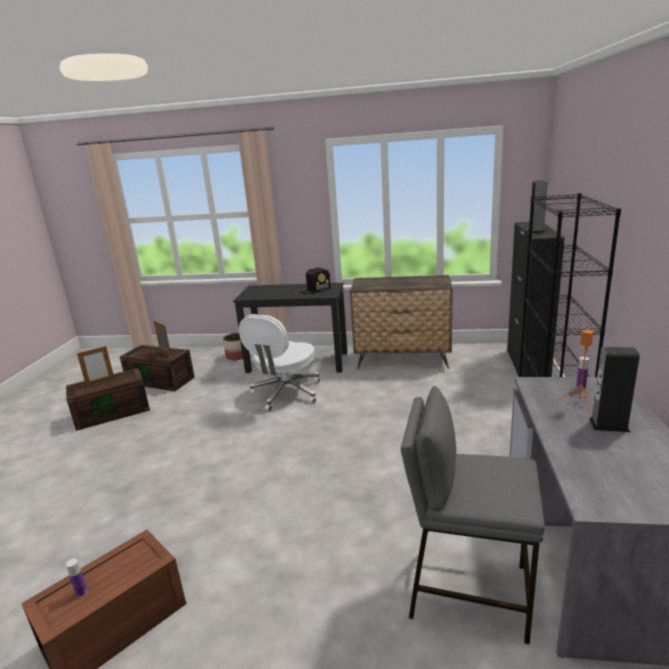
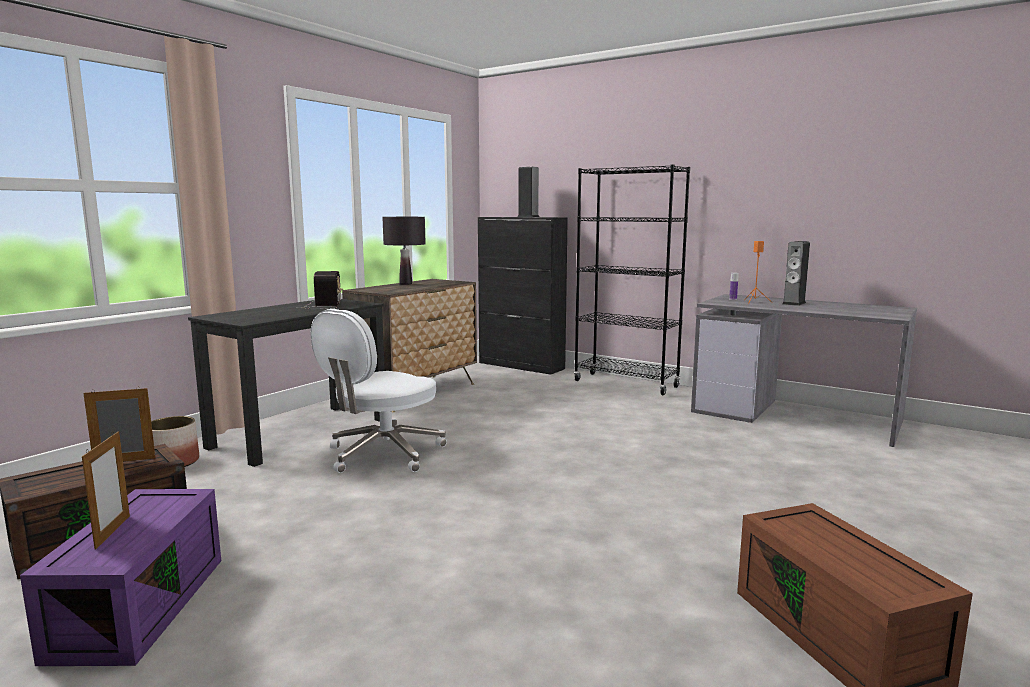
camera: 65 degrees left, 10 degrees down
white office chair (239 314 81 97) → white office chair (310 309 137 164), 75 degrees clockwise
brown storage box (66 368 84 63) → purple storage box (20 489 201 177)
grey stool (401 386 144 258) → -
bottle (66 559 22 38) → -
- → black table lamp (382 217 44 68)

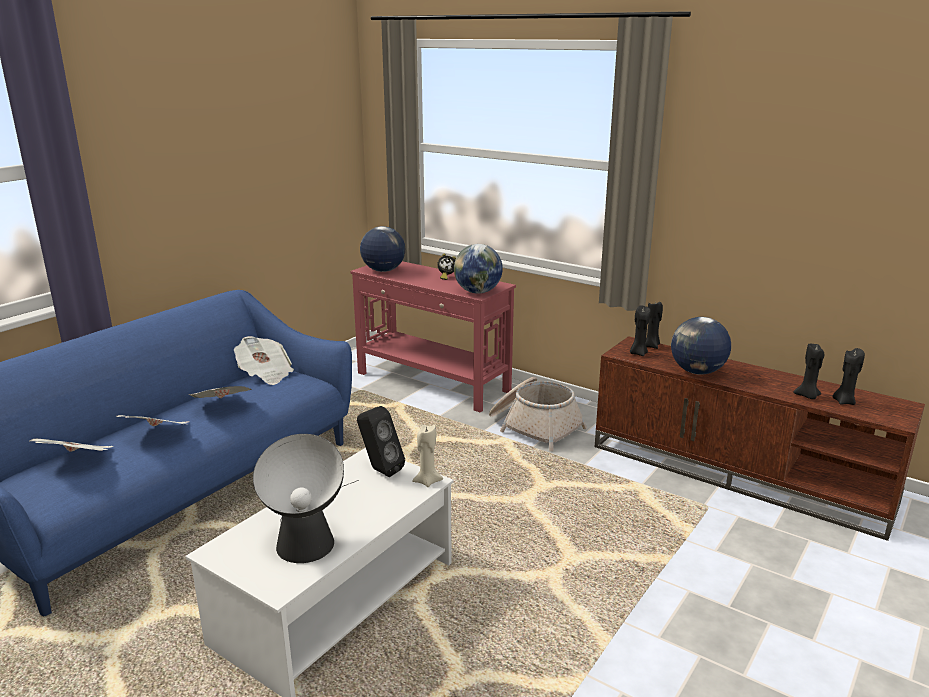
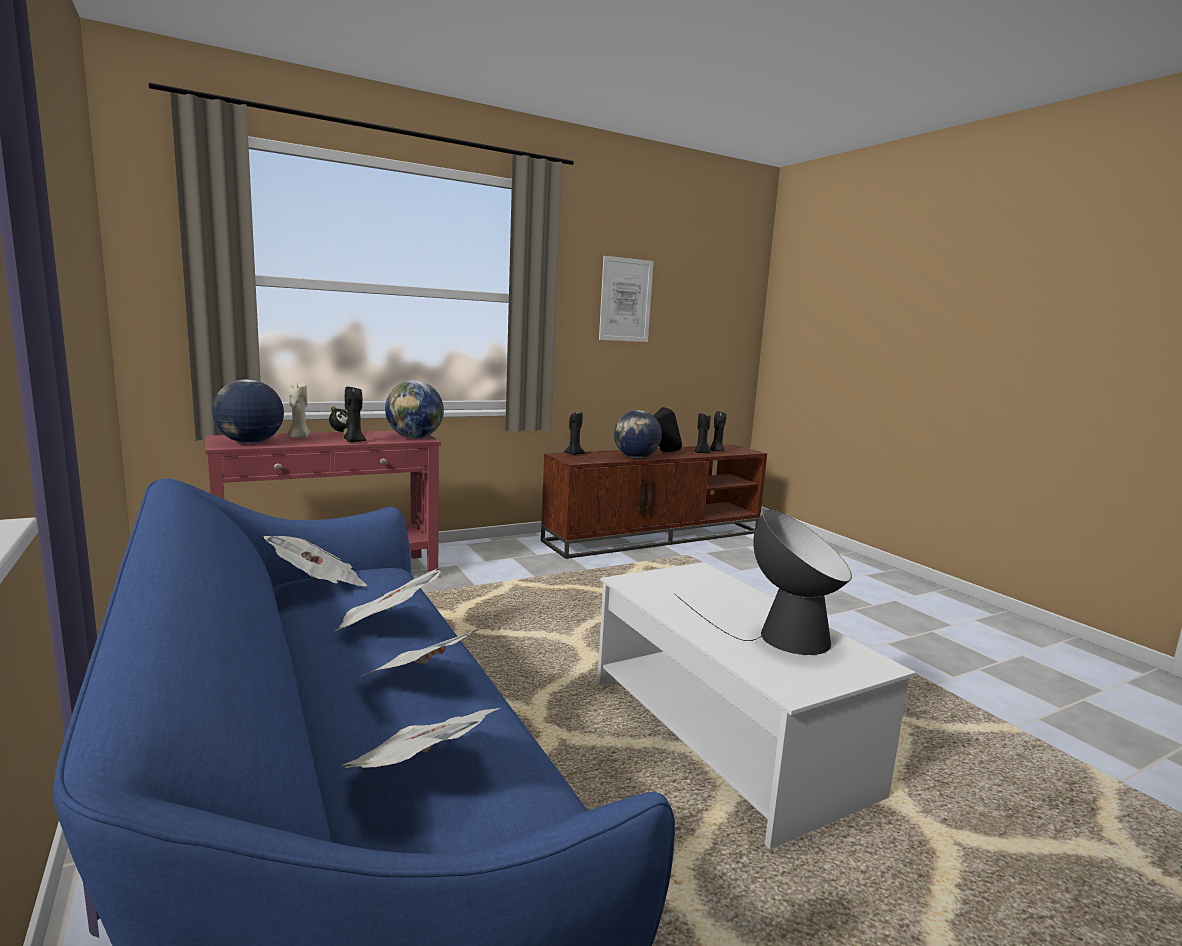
camera: 65 degrees left, 10 degrees down
black candle (630 305 21 51) → black candle (344 386 22 56), shifted
basket (489 377 98 74) → -
black speaker (357 406 48 71) → black speaker (653 407 29 45), shifted
beige candle (412 425 31 62) → beige candle (288 382 22 57), shifted
- → picture (599 256 55 86)

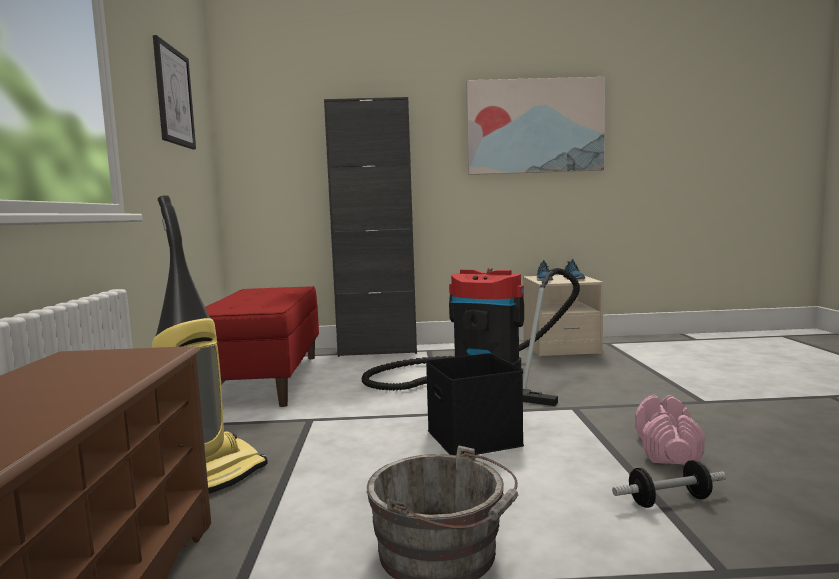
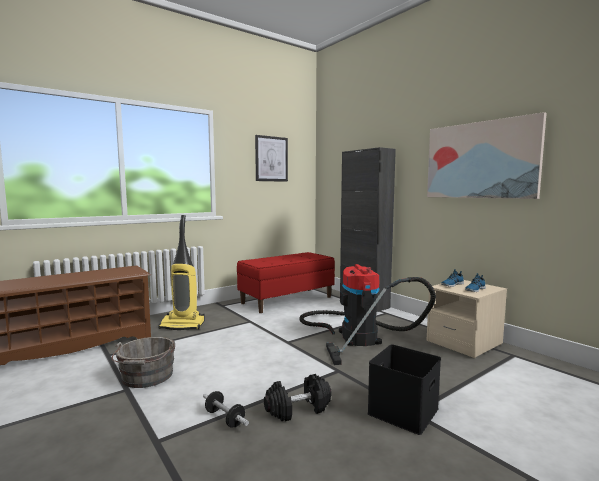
camera: 55 degrees right, 0 degrees up
black storage box (426 353 98 102) → black storage box (367 344 74 91), shifted
pink dumbbell (635 395 70 70) → black dumbbell (264 374 68 47)

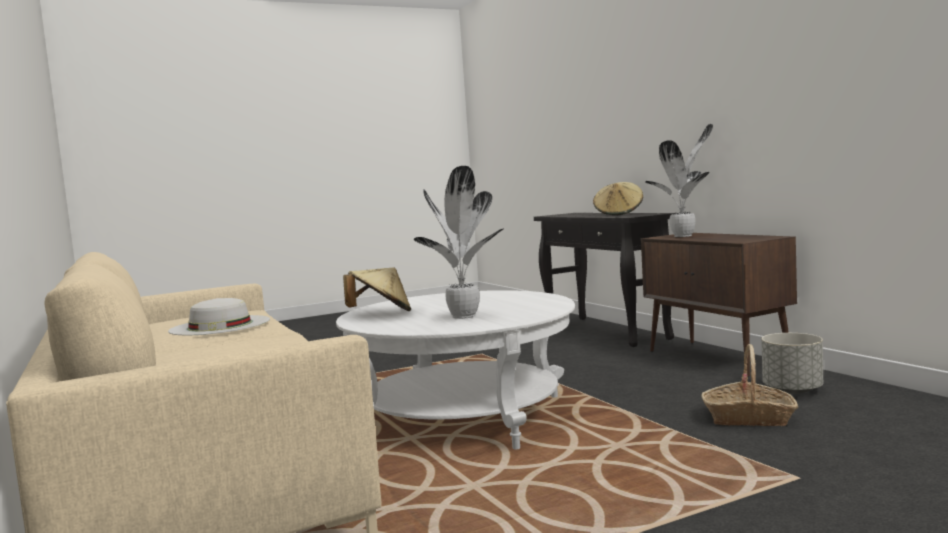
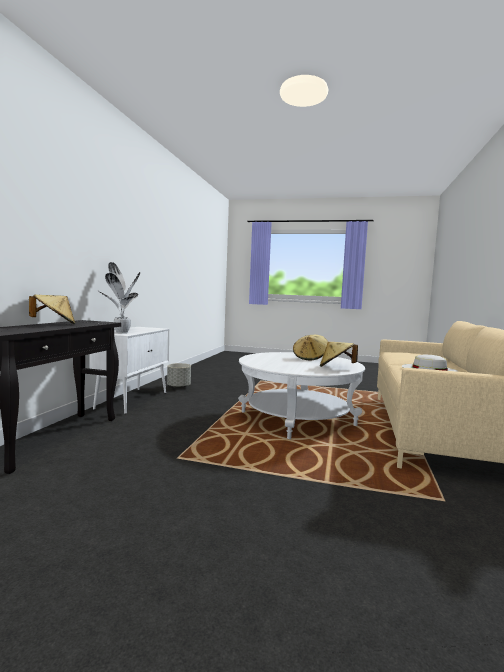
camera: 140 degrees left, 0 degrees up
potted plant (414 166 90 153) → beige hat (293 335 35 25)
brown cabinet (641 233 156 144) → white cabinet (90 327 80 87)
basket (701 344 98 82) → -

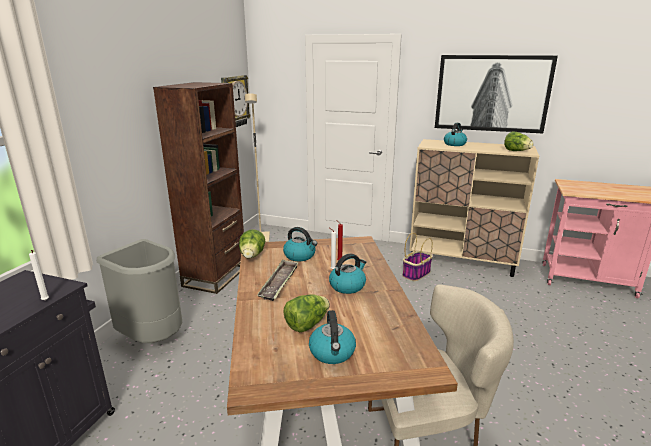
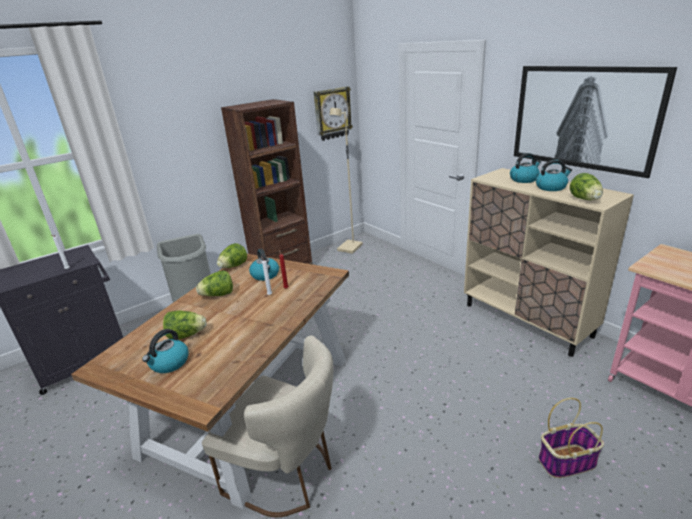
camera: 35 degrees right, 5 degrees up
basket (403 233 30 48) → basket (539 398 65 80), shifted
kettle (329 254 37 40) → kettle (536 160 36 31), shifted
tray (257 259 42 42) → lettuce (196 270 37 26)

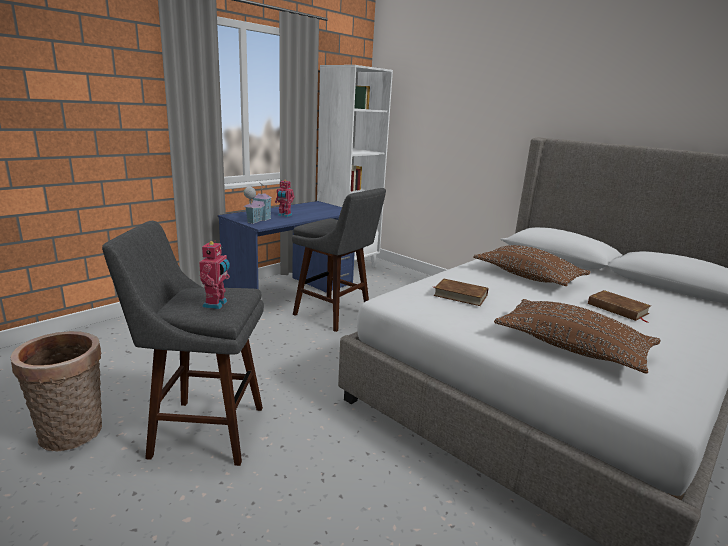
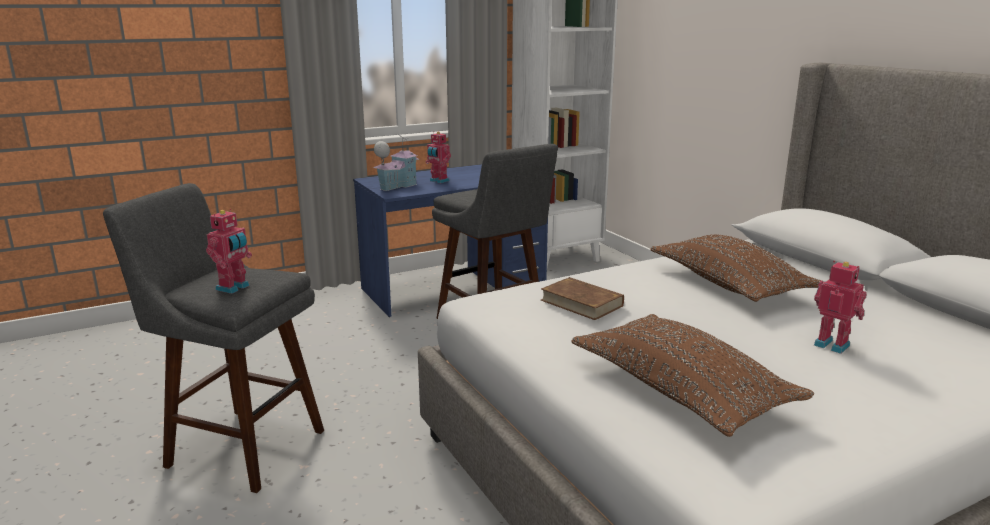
camera: 20 degrees right, 0 degrees up
brown book (588 290 63 33) → toy robot (814 261 53 93)
basket (11 331 91 120) → -

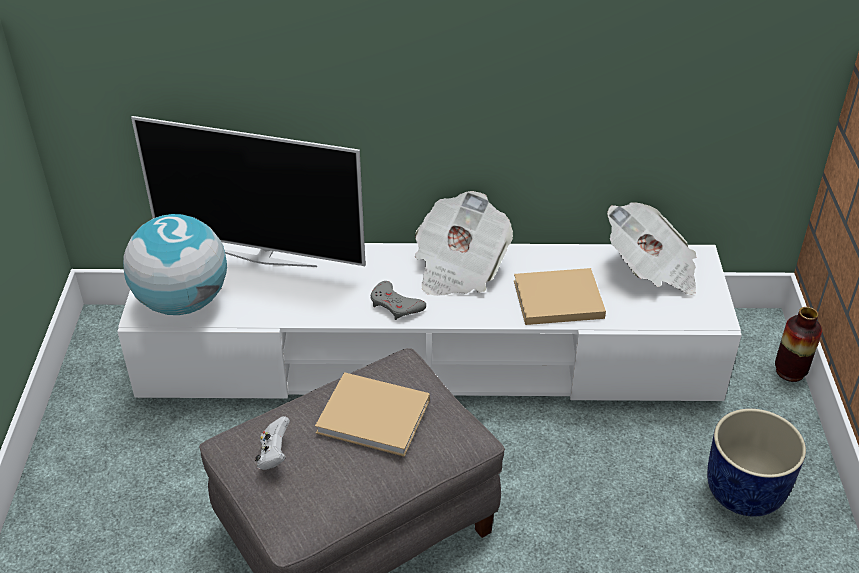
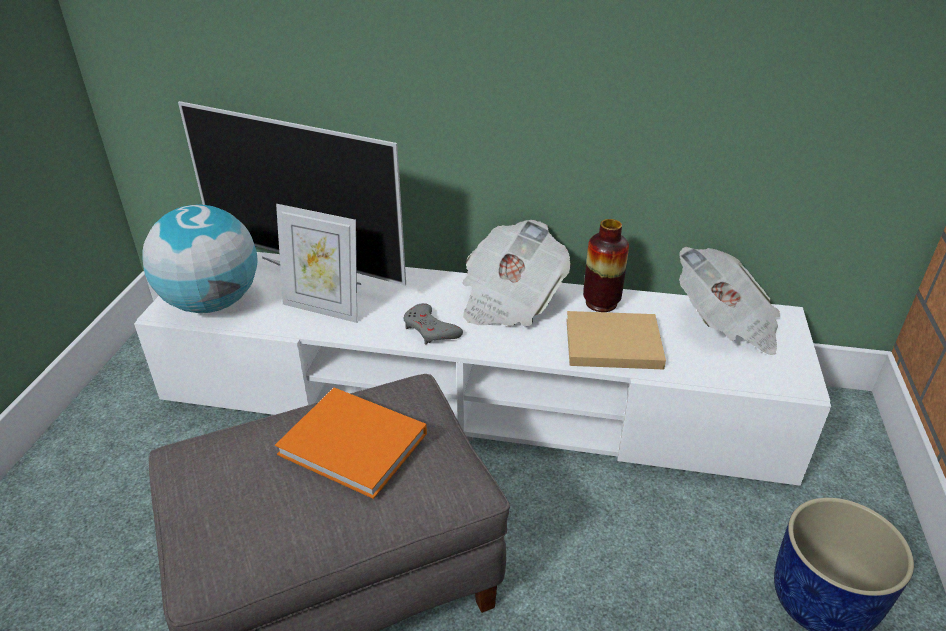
camera: 10 degrees right, 5 degrees down
vase (775 307 47 75) → vase (583 219 46 93), shifted
beige book (315 372 115 85) → orange book (275 387 152 112)
white game controller (255 416 35 54) → -
- → picture frame (276 204 81 119)

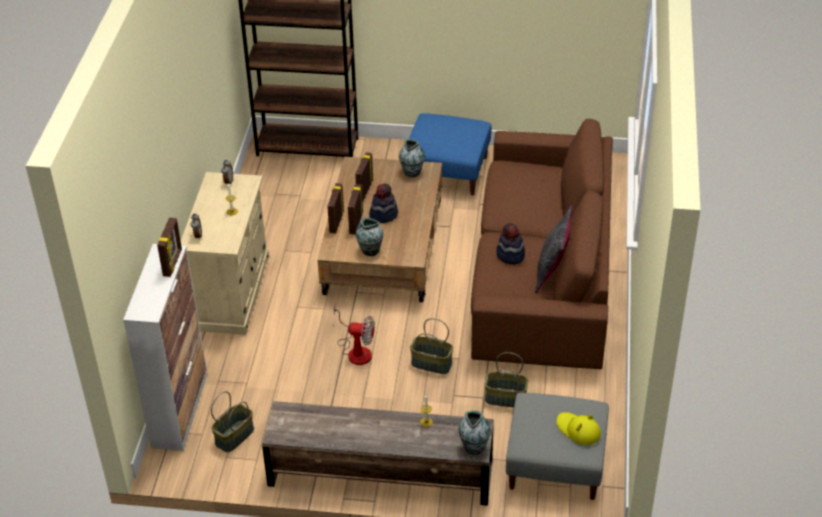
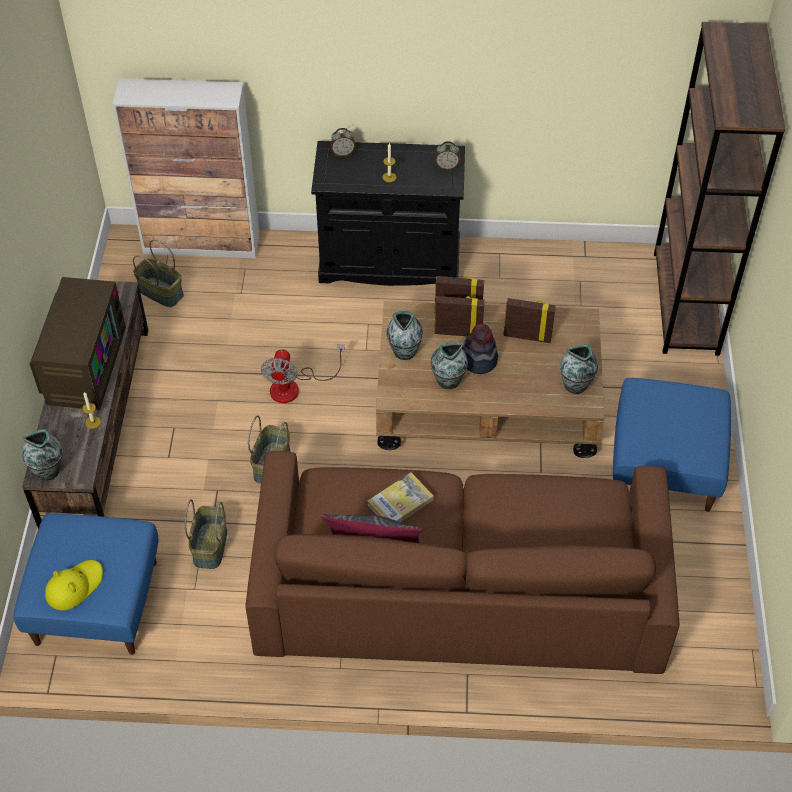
camera: 85 degrees right, 10 degrees up
beige cabinet (181 172 88 163) → black cabinet (311 141 154 145)
picture frame (157 217 25 60) → -
hat (497 223 28 41) → book (368 473 66 49)
grey ottoman (506 393 103 107) → blue ottoman (13 513 146 142)
- → television (30 277 96 133)
- → vase (431 342 37 47)

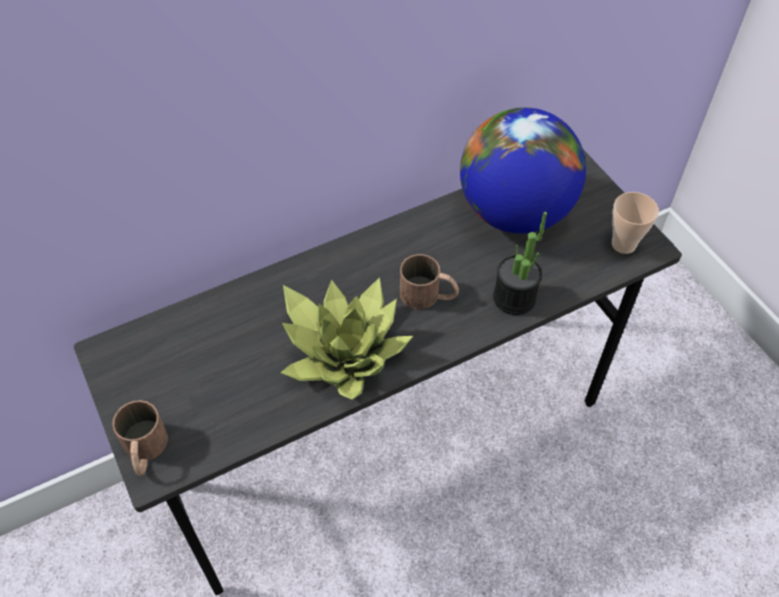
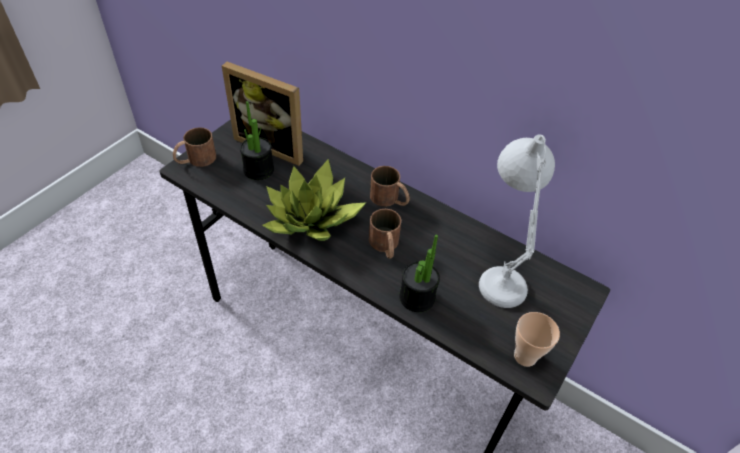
camera: 60 degrees right, 5 degrees down
globe (460 107 126 127) → white table lamp (479 134 76 174)
- → picture frame (222 62 81 104)
- → potted plant (240 101 34 79)
- → brown mug (370 166 40 41)

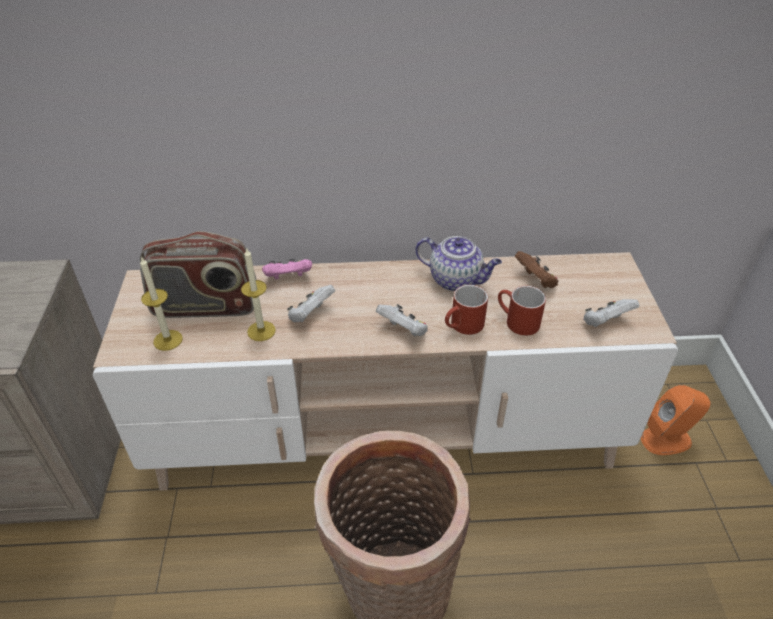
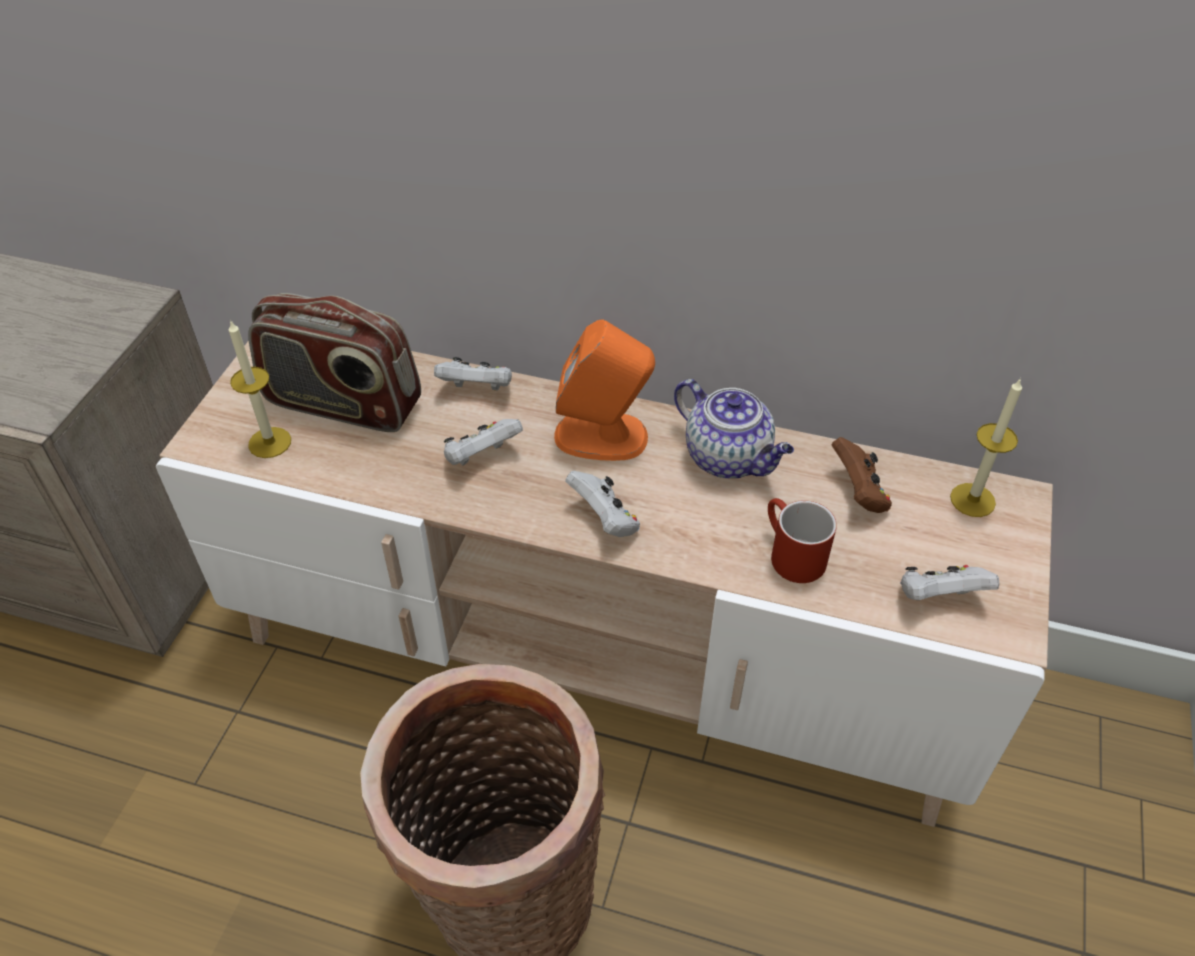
camera: 20 degrees right, 5 degrees up
candle (241 247 35 94) → candle (950 378 72 139), shifted
pink game controller (262 259 50 21) → white game controller (434 357 78 34)
red mug (445 285 43 50) → -
orange speaker (641 385 70 70) → orange speaker (554 319 101 142), shifted

